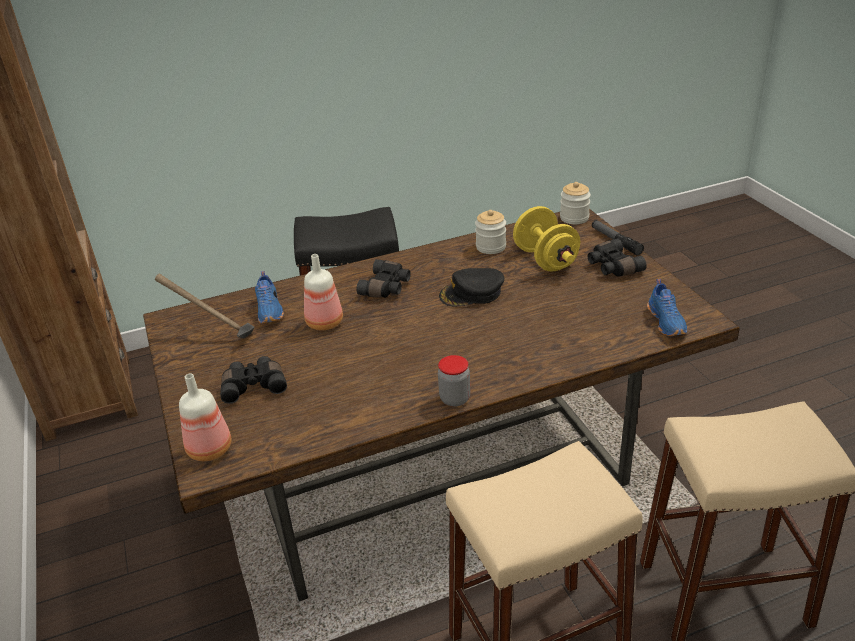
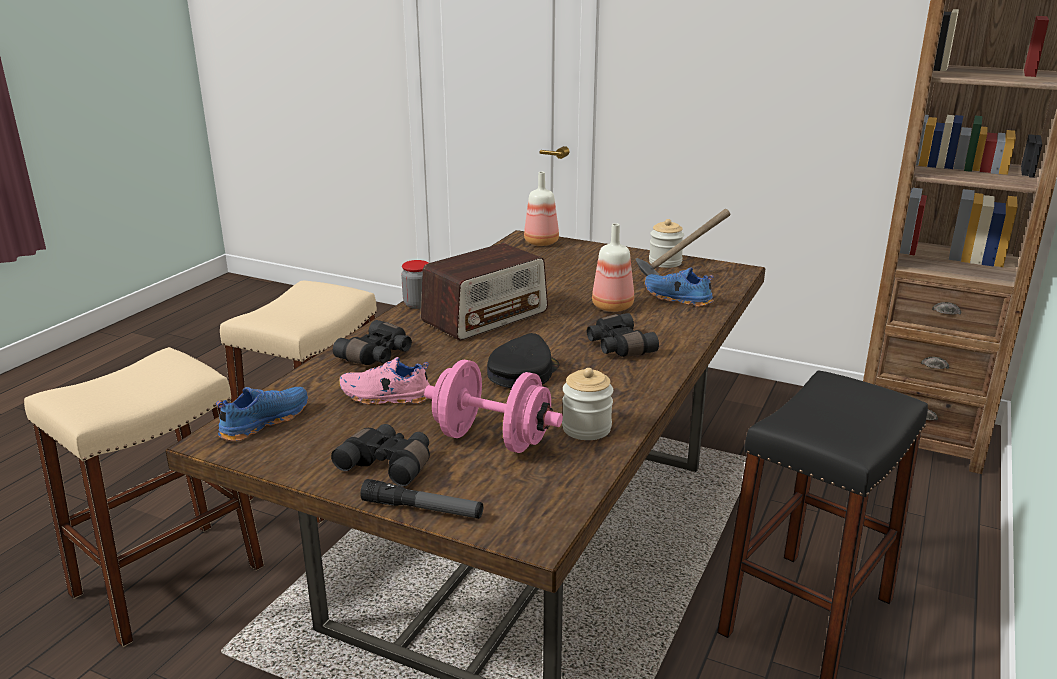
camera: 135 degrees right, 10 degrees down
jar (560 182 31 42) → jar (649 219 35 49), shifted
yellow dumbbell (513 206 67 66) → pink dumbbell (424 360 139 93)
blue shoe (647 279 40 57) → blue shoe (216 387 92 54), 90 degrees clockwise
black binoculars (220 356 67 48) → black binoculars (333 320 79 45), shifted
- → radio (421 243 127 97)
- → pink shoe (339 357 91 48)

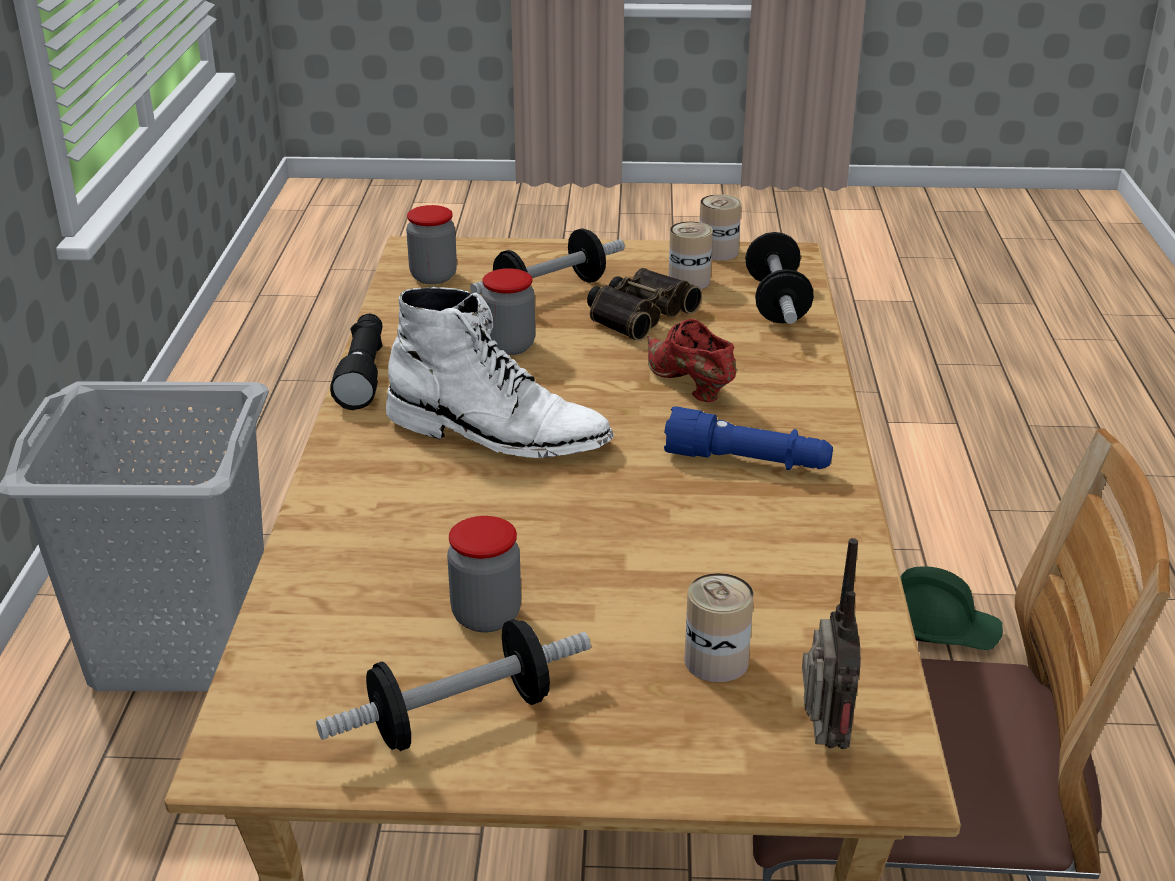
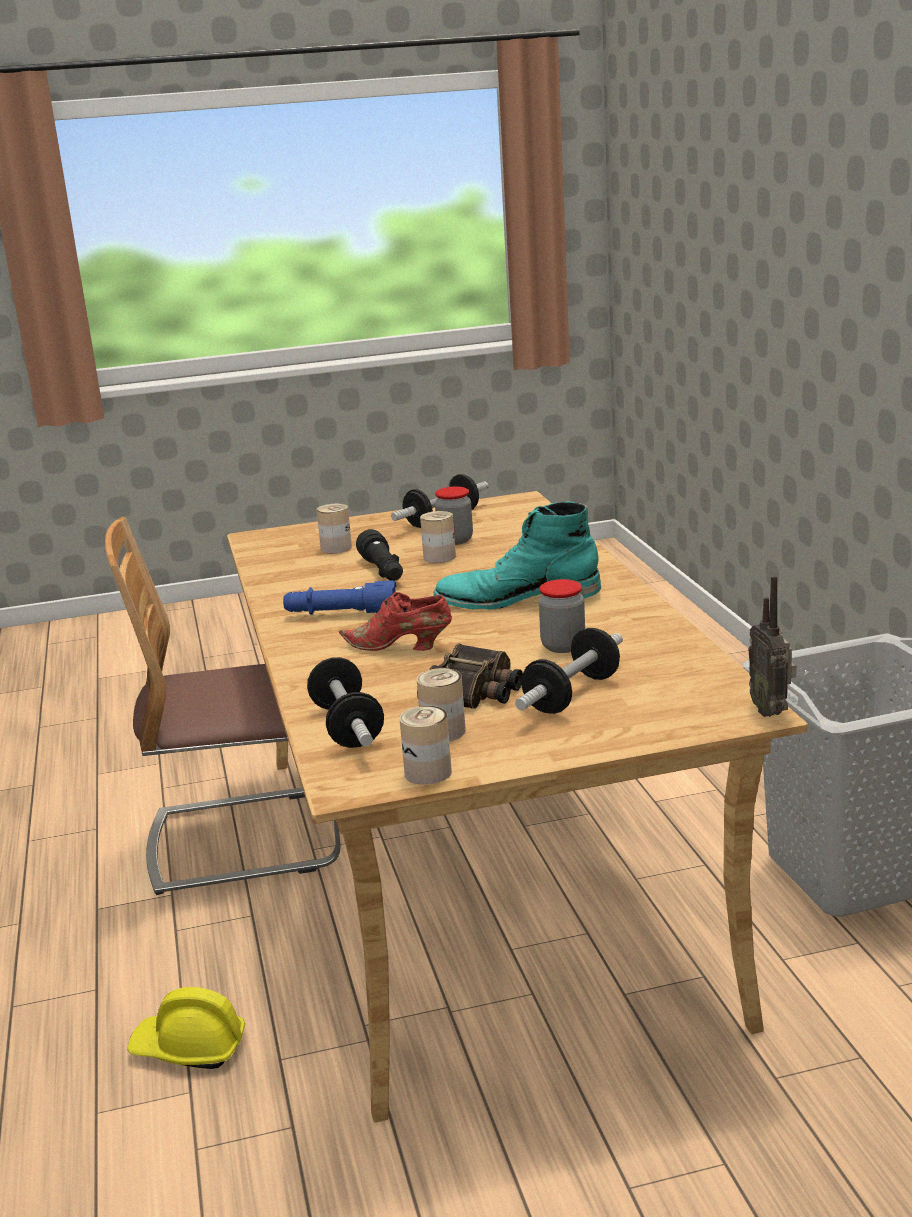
camera: 165 degrees right, 10 degrees down
jar (406 205 51 79) → -
white boot (386 287 228 171) → turquoise boot (433 501 168 109)
black flashlight (330 314 53 96) → black flashlight (356 529 47 52), shifted
red shoe (647 319 90 83) → red shoe (339 592 113 59), 150 degrees clockwise
radio (802 538 59 211) → radio (748 575 48 142), shifted
green hard hat (901 566 102 84) → yellow hard hat (127 987 118 82)
- → can (420 511 36 52)

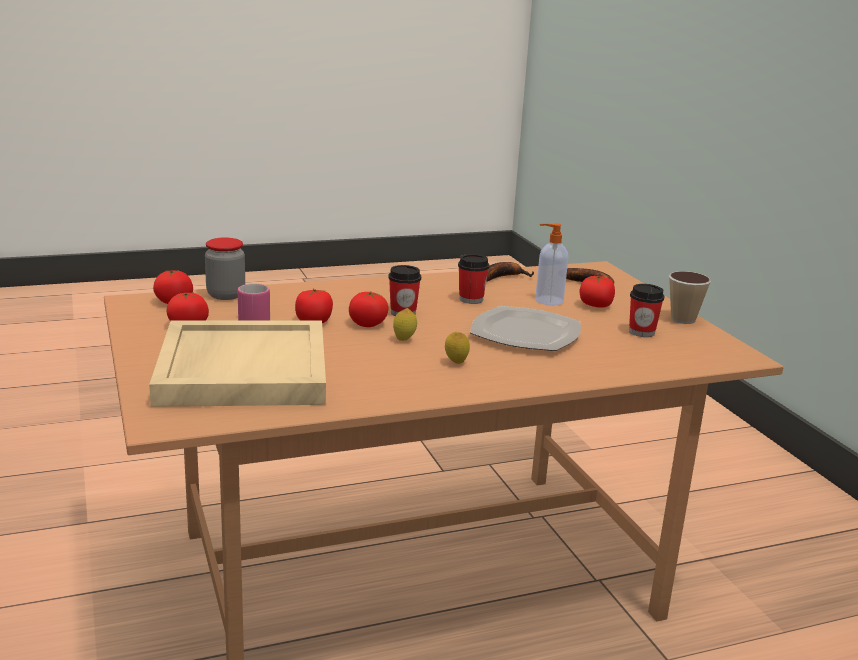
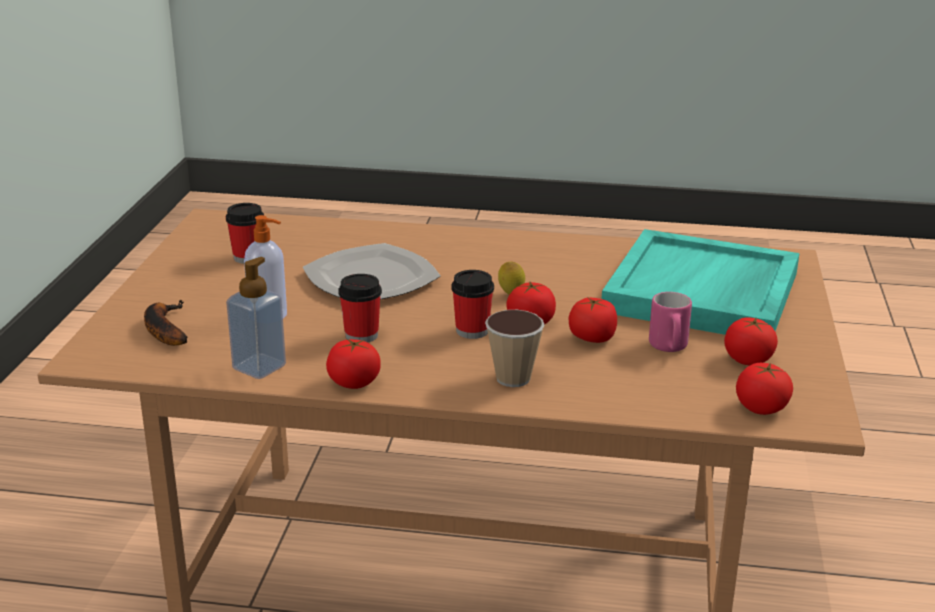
camera: 150 degrees left, 5 degrees up
jar (205 237 40 63) → -
banana (486 262 48 20) → soap dispenser (226 257 60 122)
cup (669 271 42 53) → cup (485 310 59 77), shifted
tomato (580 275 35 33) → tomato (326 339 55 50), shifted
beige tray (149 320 177 87) → turquoise tray (602 229 198 106)
lemon (445 332 25 32) → -

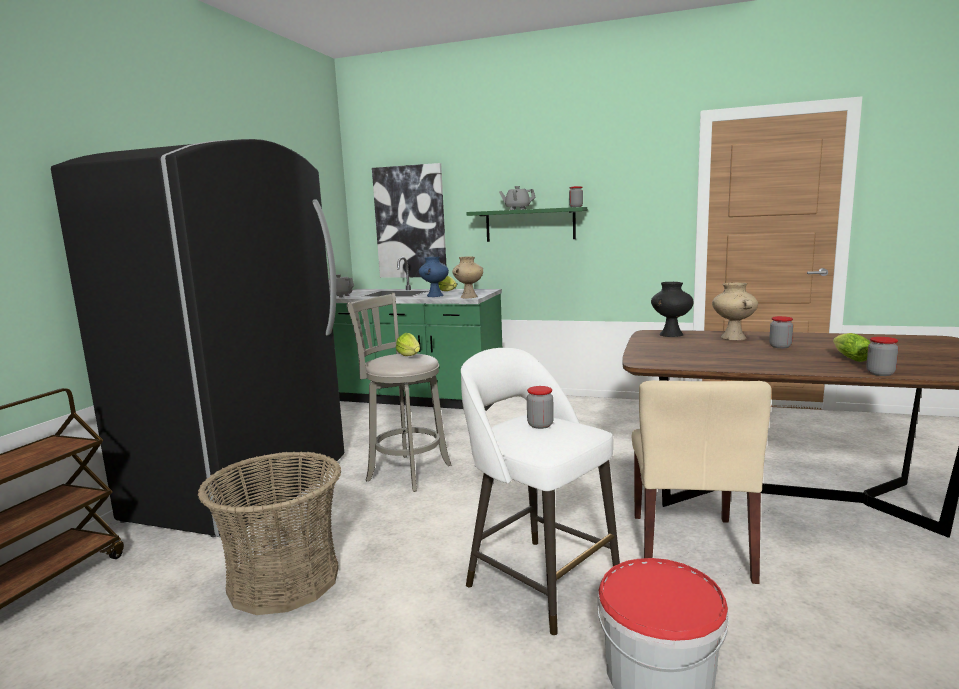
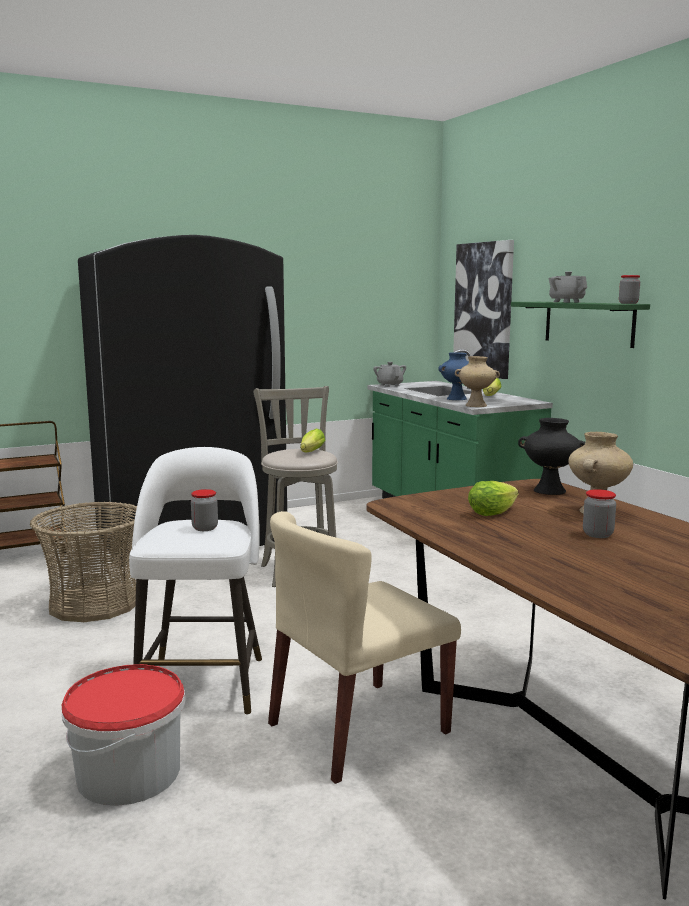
camera: 45 degrees right, 0 degrees up
lettuce (833 333 37 29) → lettuce (468 481 51 35), shifted
jar (866 337 32 39) → -

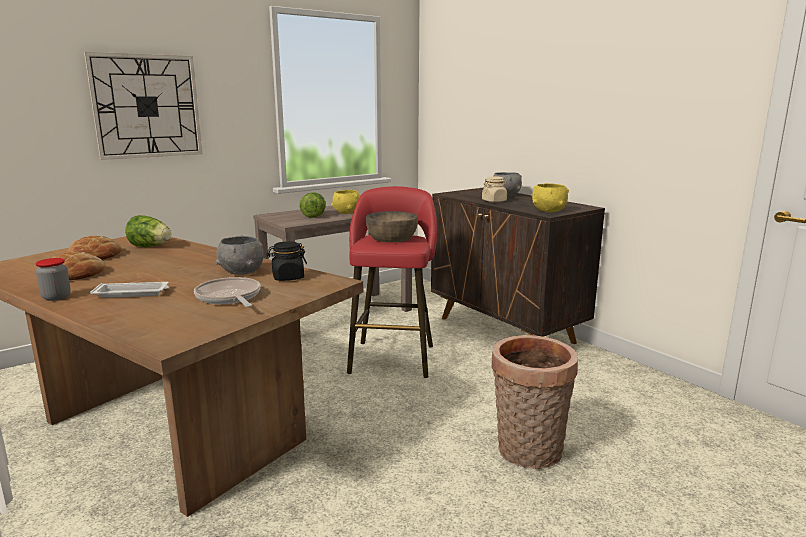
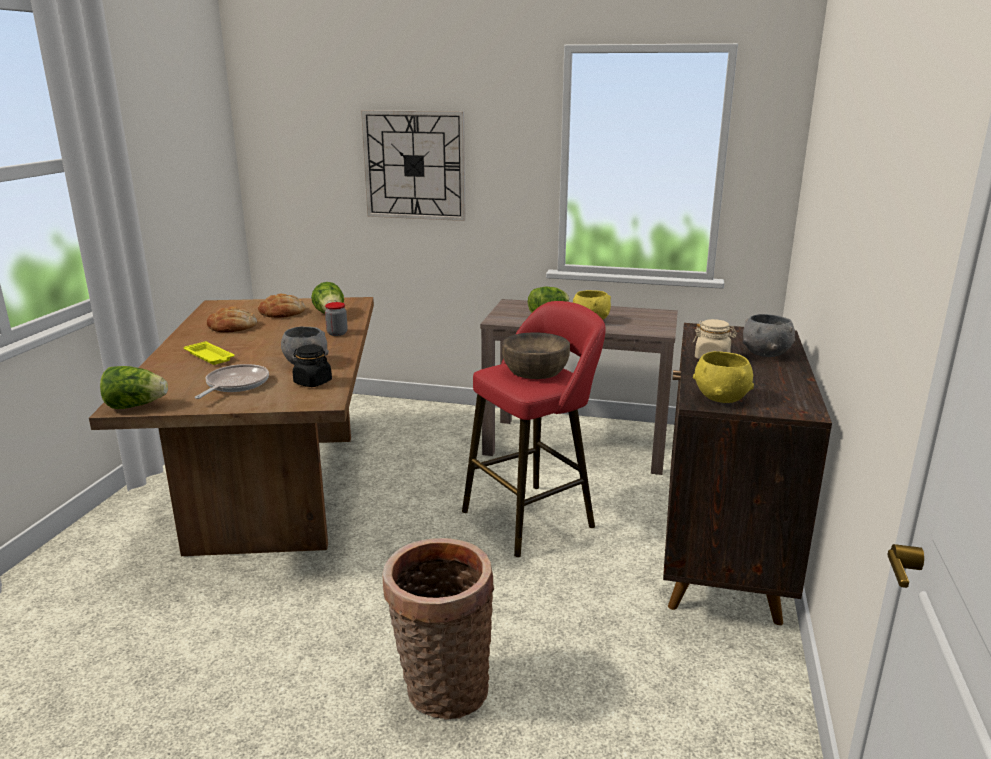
camera: 50 degrees right, 5 degrees up
jar (35 258 36 43) → jar (325 302 23 34), shifted
white tray (90 282 79 16) → yellow tray (184 341 51 24)
- → lettuce (100 366 68 43)

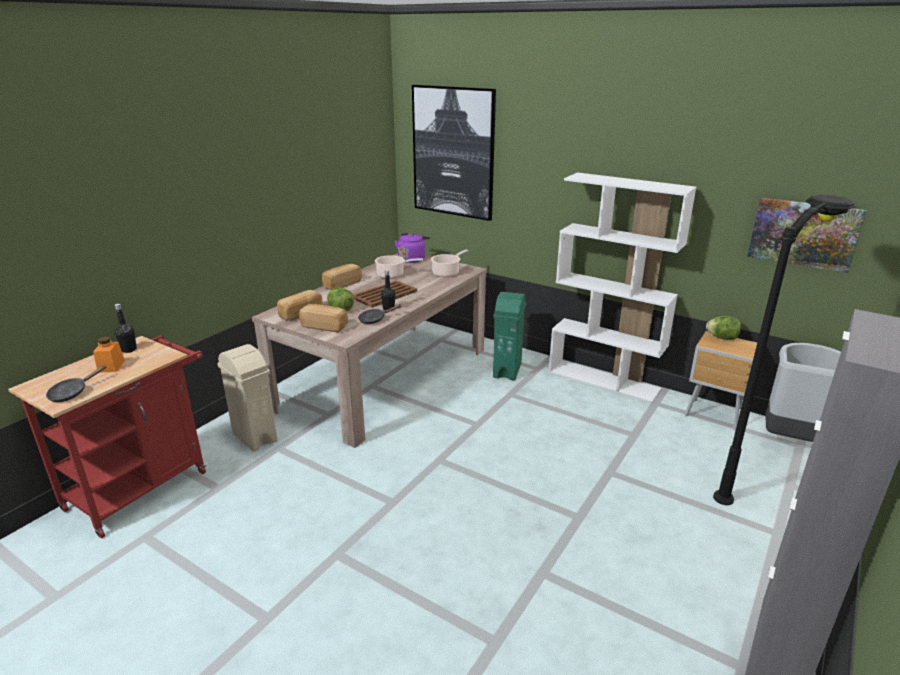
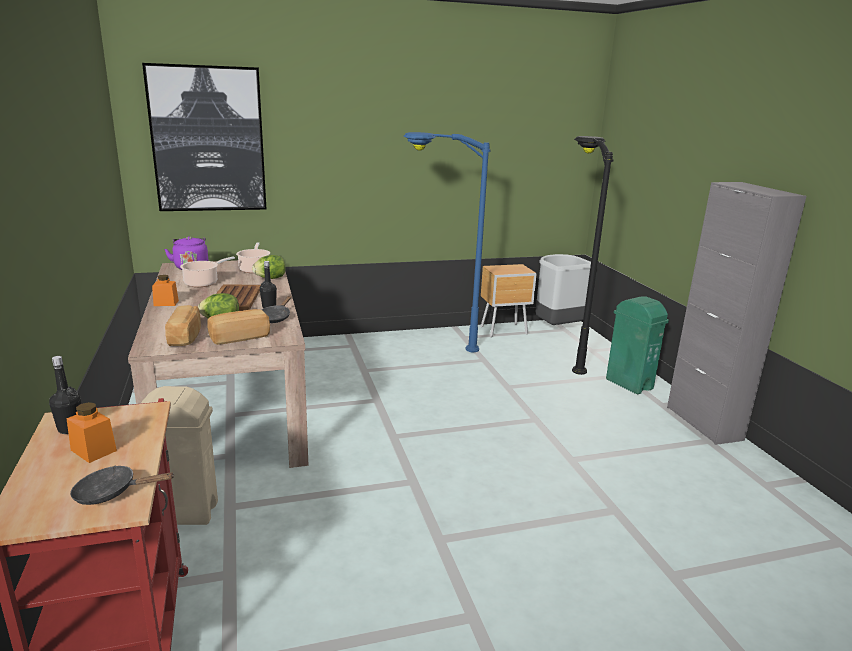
camera: 50 degrees left, 5 degrees down
white bookcase (548 172 148 231) → -
picture (747 197 120 76) → -
bread (322 264 40 26) → orange jar (152 275 27 31)
green trash can (493 292 33 88) → green trash can (606 296 63 98), shifted
lettuce (706 316 35 24) → lettuce (252 255 34 24), shifted
black frying pan (46 365 61 37) → black frying pan (70 466 105 39), 105 degrees clockwise
- → blue floor lamp (403 132 88 220)

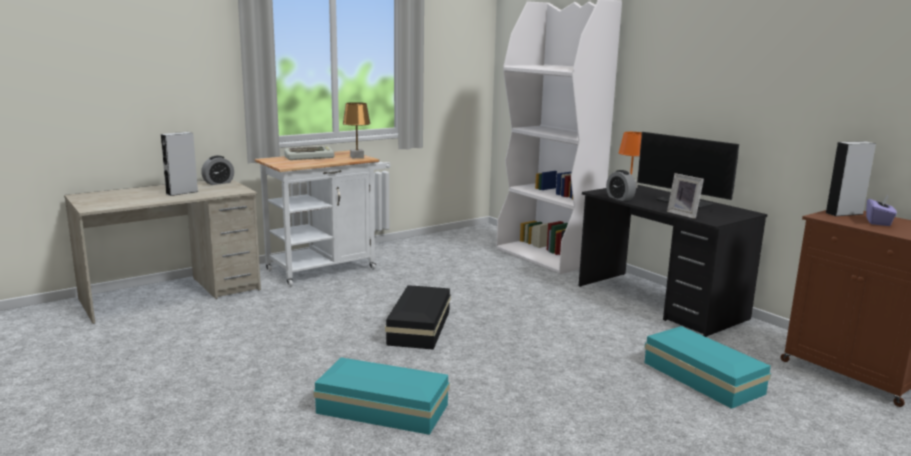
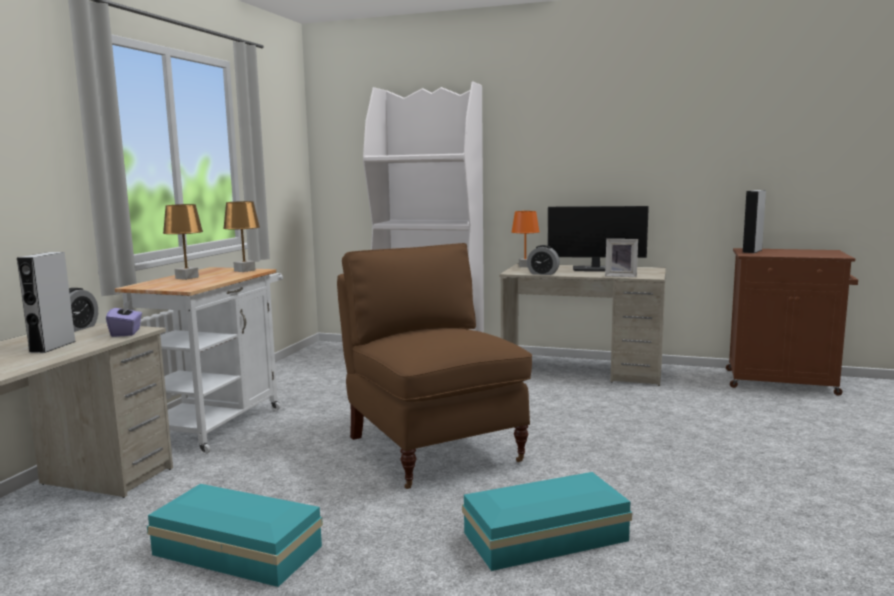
camera: 35 degrees left, 5 degrees down
keyboard (284 146 50 14) → brown table lamp (163 204 40 76)
black desk (579 185 188 152) → beige desk (499 264 167 122)
purple tissue box (866 194 31 32) → purple tissue box (106 301 36 36), shifted
black storage box (385 285 66 65) → brown chair (337 243 195 246)
turquoise storage box (644 326 127 83) → turquoise storage box (147 484 176 103), shifted

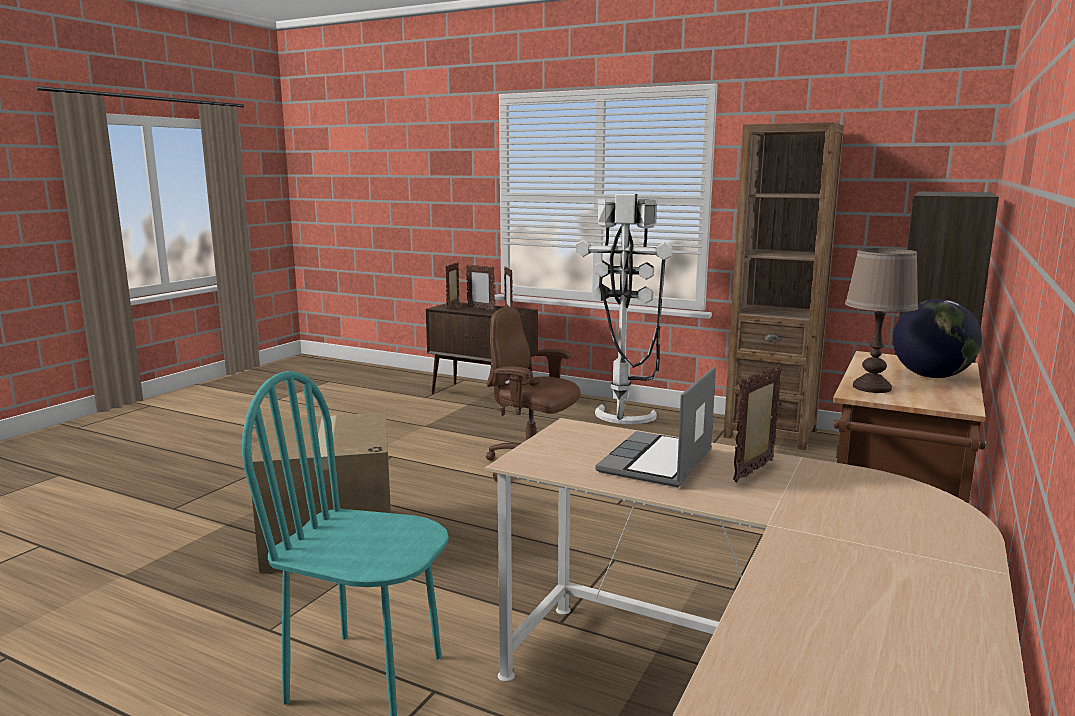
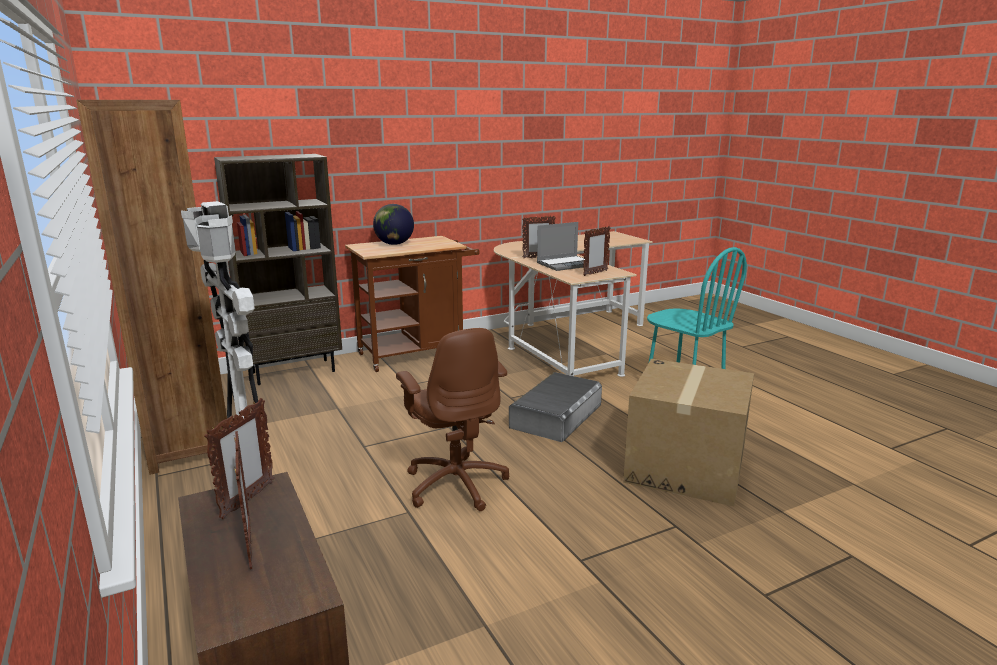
camera: 145 degrees left, 5 degrees up
brown table lamp (845 248 74 145) → -
picture frame (445 262 14 47) → picture frame (583 226 27 50), shifted
- → grey storage box (509 372 93 70)

